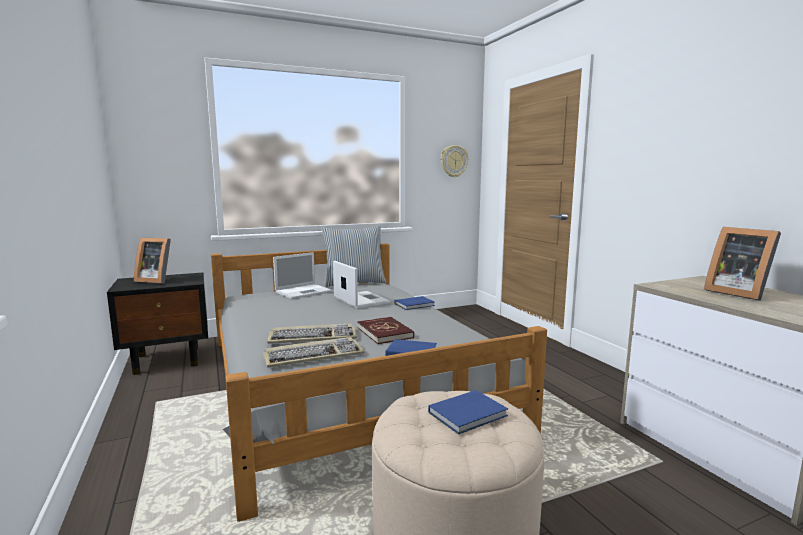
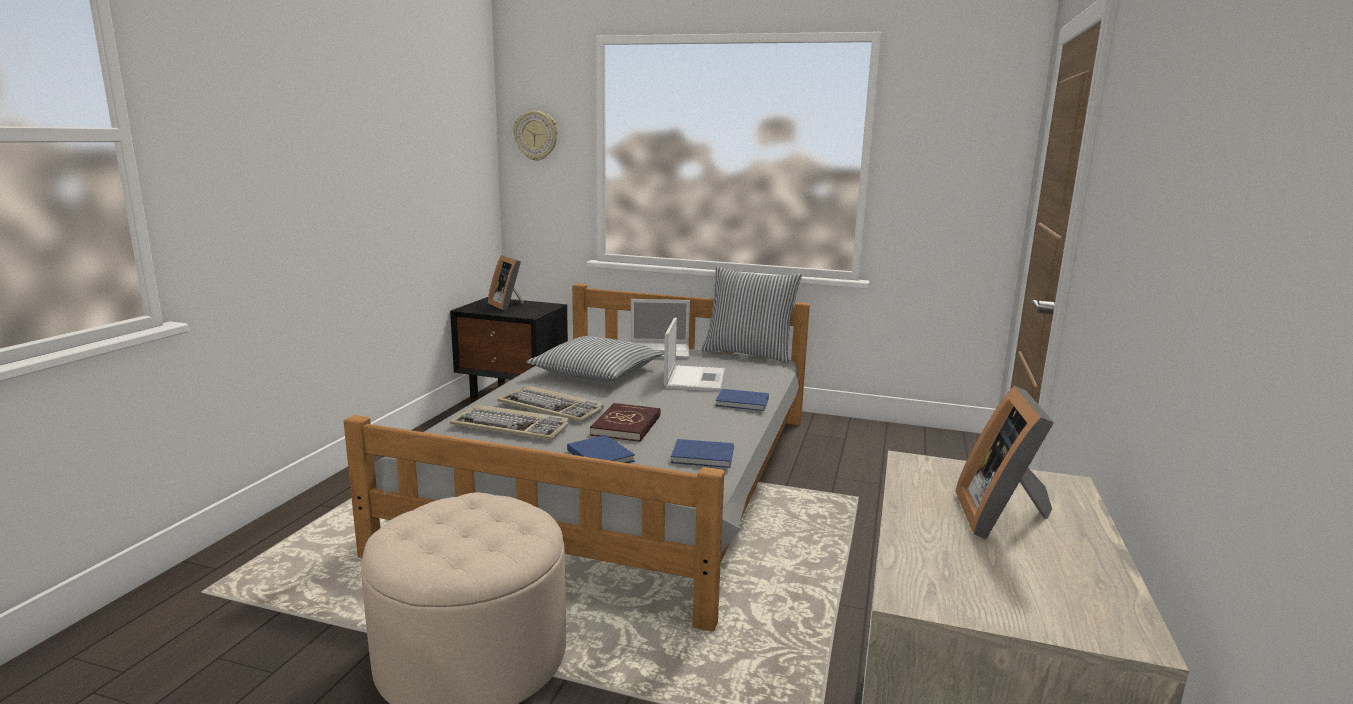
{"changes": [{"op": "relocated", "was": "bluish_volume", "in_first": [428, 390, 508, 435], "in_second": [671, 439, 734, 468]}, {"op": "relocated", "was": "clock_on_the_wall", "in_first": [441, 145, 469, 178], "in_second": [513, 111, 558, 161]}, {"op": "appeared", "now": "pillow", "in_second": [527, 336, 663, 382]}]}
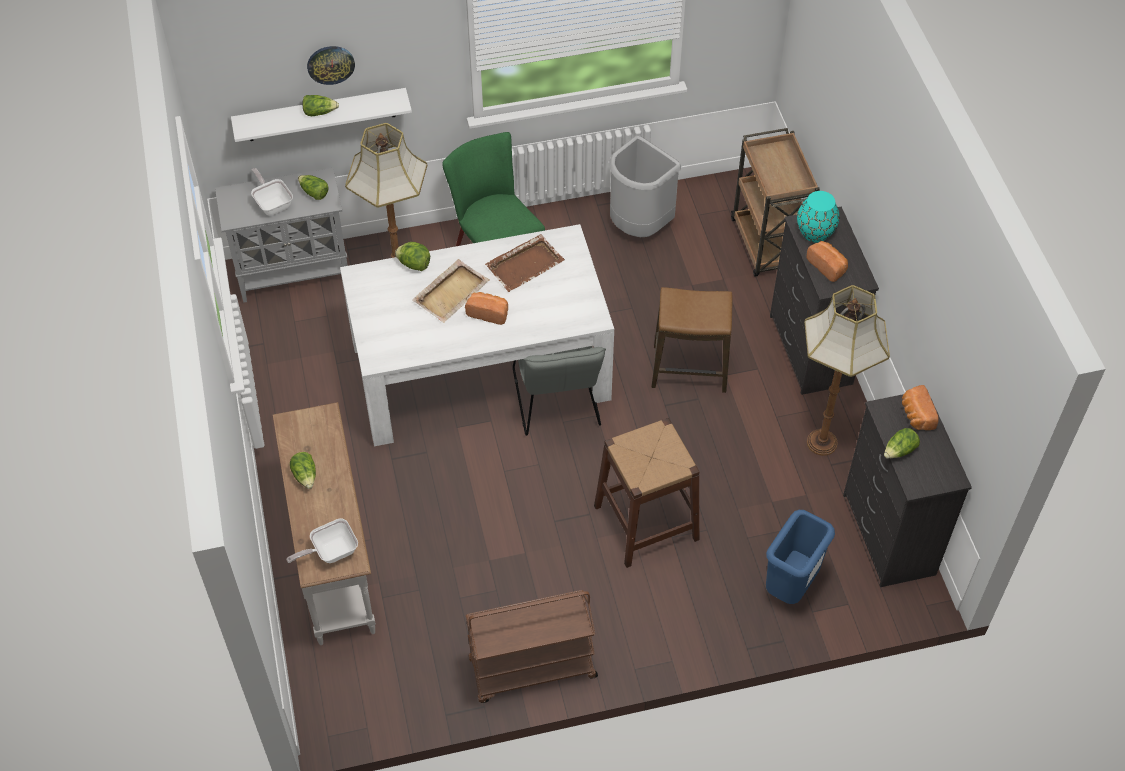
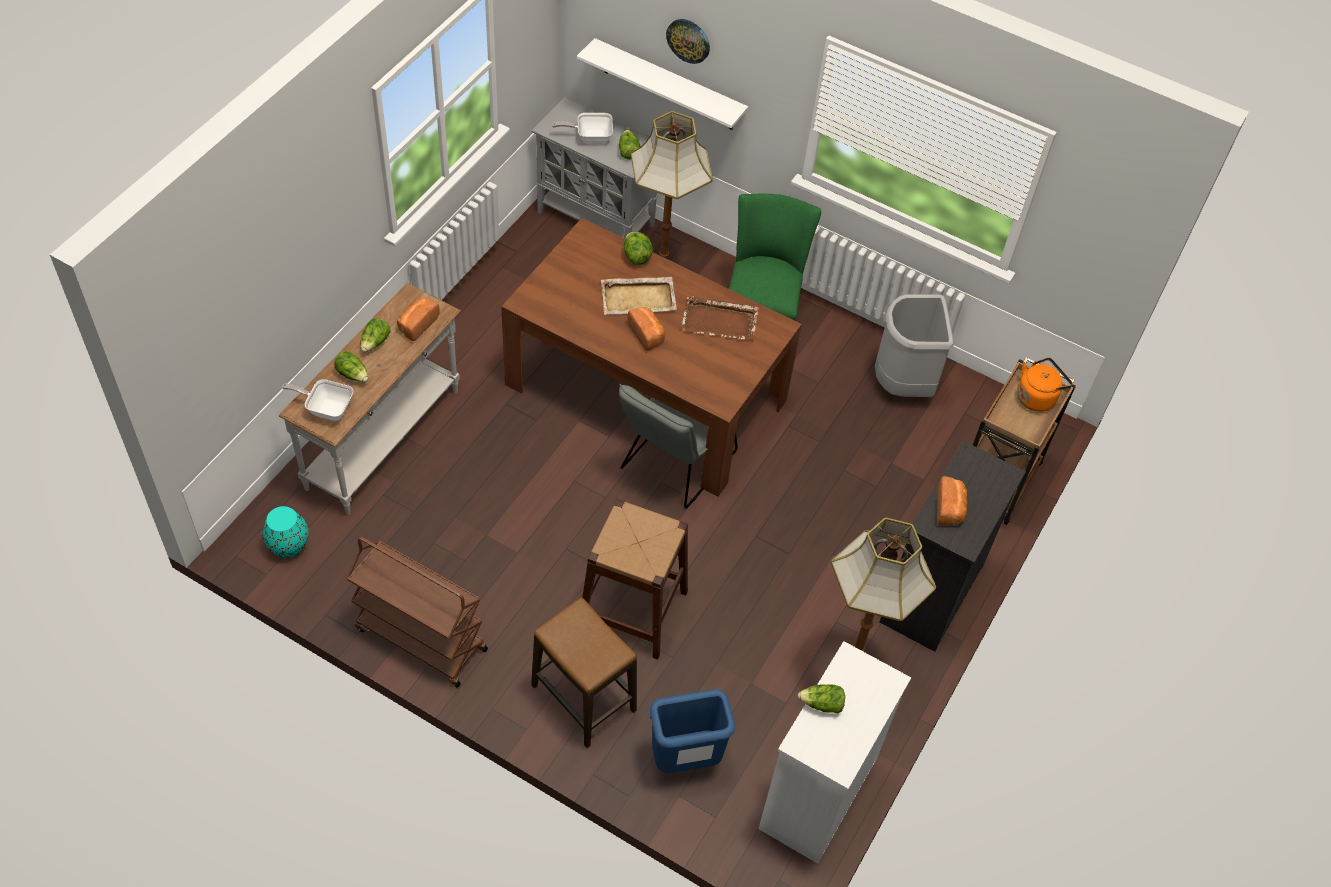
{"changes": [{"op": "spun", "was": "skillet", "in_first": [251, 168, 293, 215], "in_second": [552, 113, 613, 144], "clockwise": -105}, {"op": "relocated", "was": "lettuce", "in_first": [302, 95, 339, 116], "in_second": [334, 351, 368, 382]}, {"op": "colour", "was": "white_kitchen_table", "now": "brown-coloured_kitchen_table", "in_first": [340, 224, 614, 446], "in_second": [501, 218, 802, 497]}, {"op": "relocated", "was": "stool", "in_first": [651, 287, 733, 393], "in_second": [531, 597, 637, 748]}, {"op": "relocated", "was": "turquoise_flower_vase", "in_first": [797, 191, 839, 242], "in_second": [262, 506, 309, 558]}, {"op": "colour", "was": "black_drawer_chest", "now": "white_drawer_chest", "in_first": [843, 394, 972, 587], "in_second": [758, 641, 911, 864]}, {"op": "relocated", "was": "baked_bread", "in_first": [902, 385, 939, 430], "in_second": [397, 298, 440, 341]}, {"op": "appeared", "now": "orangey_water_kettle", "in_second": [1017, 357, 1073, 412]}]}
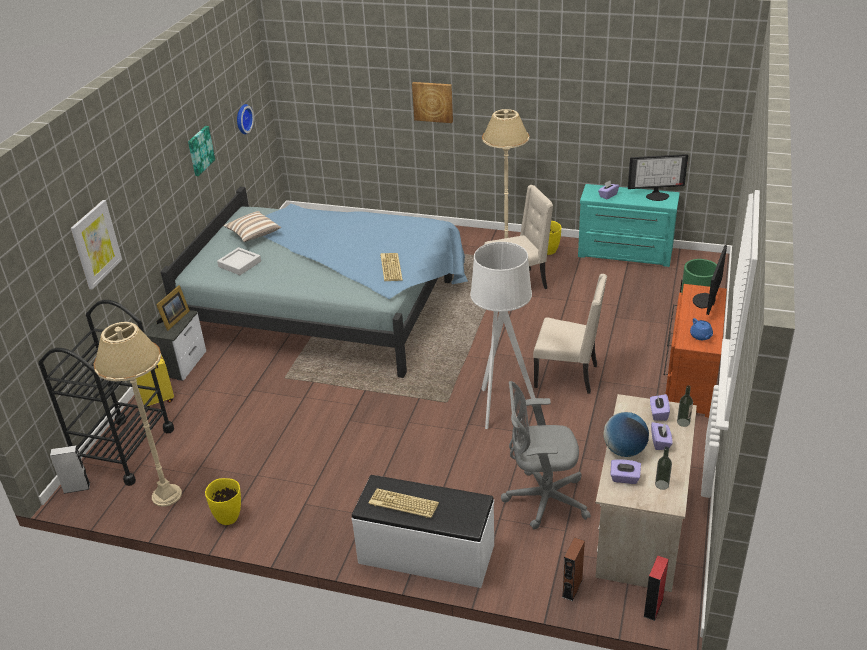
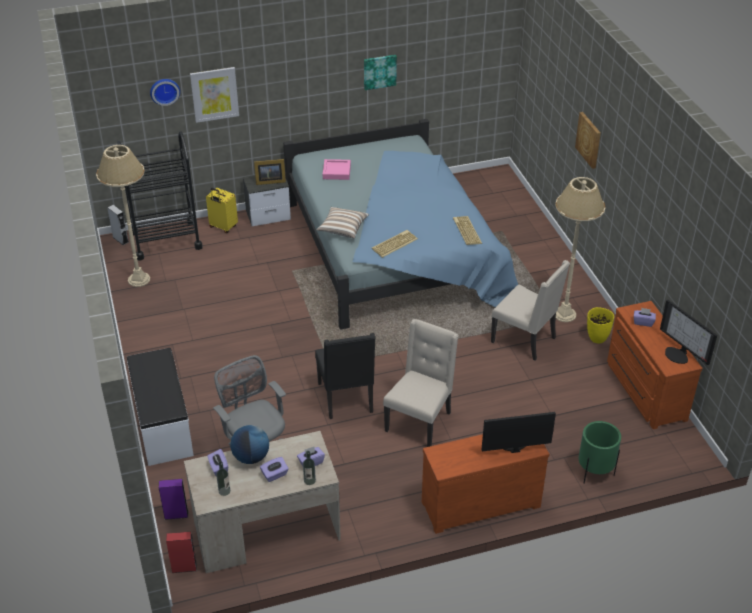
{"changes": [{"op": "missing", "was": "yellow-coloured_flower_vase", "in_first": [205, 478, 241, 525]}, {"op": "colour", "was": "greyish_carrying_tray", "now": "pinkish_carrying_tray", "in_first": [217, 247, 261, 275], "in_second": [323, 159, 351, 180]}, {"op": "relocated", "was": "pillow", "in_first": [224, 211, 281, 242], "in_second": [316, 207, 369, 239]}, {"op": "relocated", "was": "clock_on_the_wall", "in_first": [237, 104, 254, 134], "in_second": [150, 79, 180, 106]}, {"op": "relocated", "was": "computer_keyboard", "in_first": [369, 488, 439, 518], "in_second": [453, 216, 482, 245]}, {"op": "exchanged", "was": "white_standing_lamp", "now": "black_plain_chair", "in_first": [470, 242, 535, 429], "in_second": [315, 333, 376, 419]}, {"op": "spun", "was": "beige-coloured_plain_chair", "in_first": [533, 274, 607, 394], "in_second": [383, 319, 458, 447], "clockwise": -135}, {"op": "colour", "was": "brown-coloured_speaker", "now": "purple-coloured_speaker", "in_first": [562, 537, 585, 601], "in_second": [159, 479, 188, 520]}, {"op": "colour", "was": "turquoise_drawer_chest", "now": "brown-coloured_drawer_chest", "in_first": [578, 184, 680, 267], "in_second": [607, 301, 703, 429]}, {"op": "missing", "was": "bluish_tea_pot", "in_first": [690, 318, 713, 340]}]}
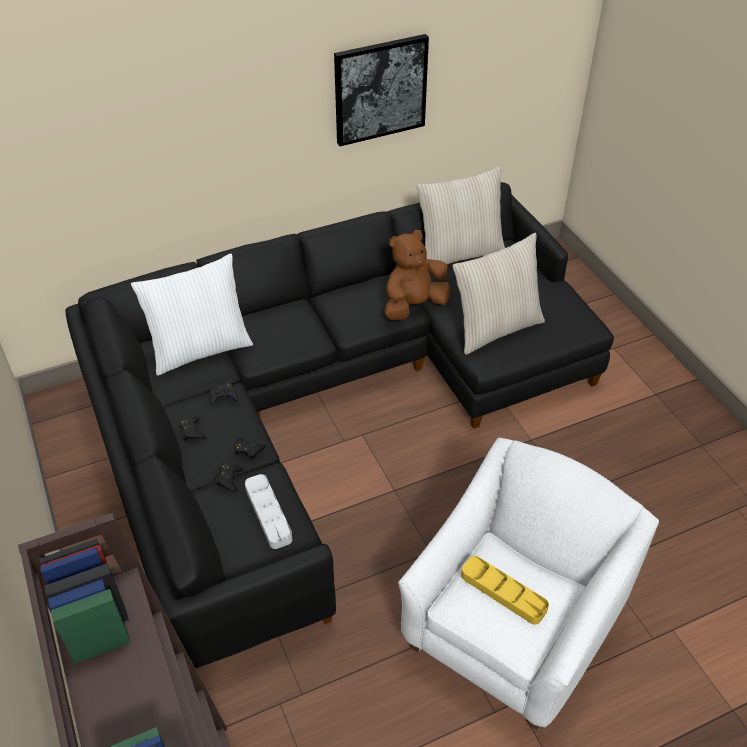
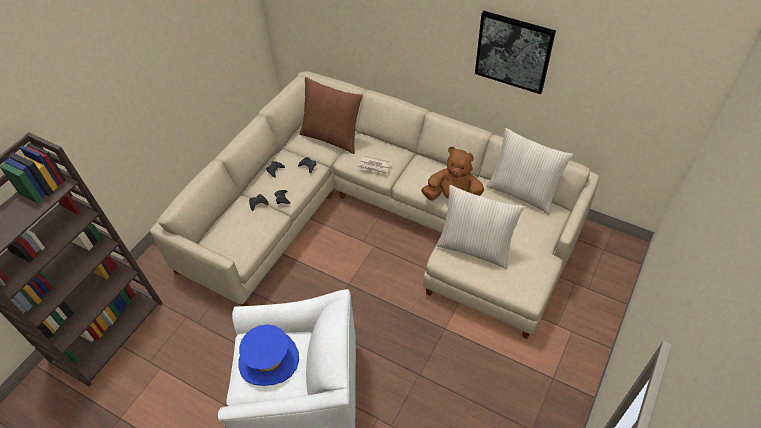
{"changes": [{"op": "colour", "was": "black_settee", "now": "beige-coloured_settee", "in_first": [65, 182, 614, 669], "in_second": [150, 72, 599, 339]}, {"op": "colour", "was": "white_pillow", "now": "brown-coloured_pillow", "in_first": [131, 254, 253, 376], "in_second": [300, 77, 363, 154]}, {"op": "missing", "was": "greyish_carrying_tray", "in_first": [245, 474, 292, 549]}, {"op": "exchanged", "was": "yellow-coloured_carrying_tray", "now": "bluish_clothing_hat", "in_first": [461, 556, 549, 625], "in_second": [238, 325, 299, 386]}, {"op": "appeared", "now": "printed_paper", "in_second": [358, 156, 392, 175]}]}
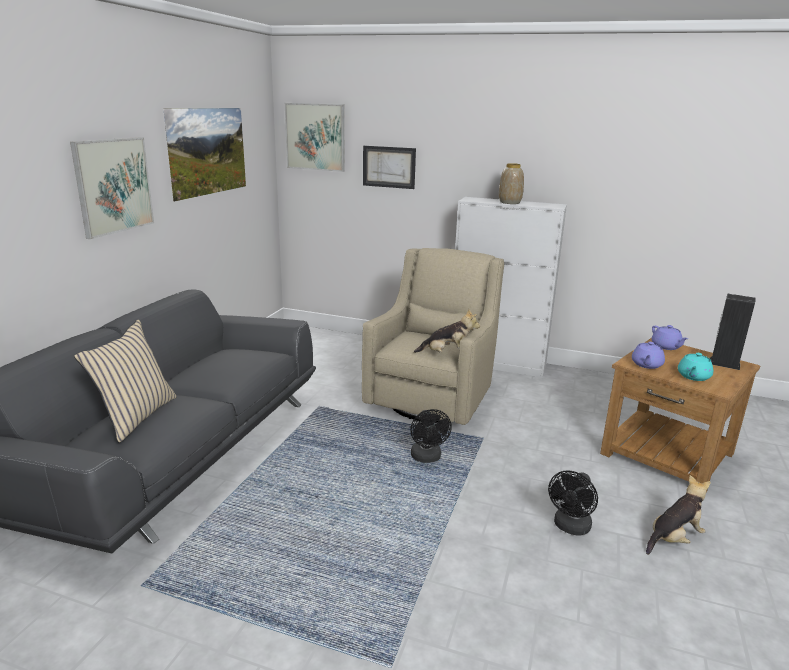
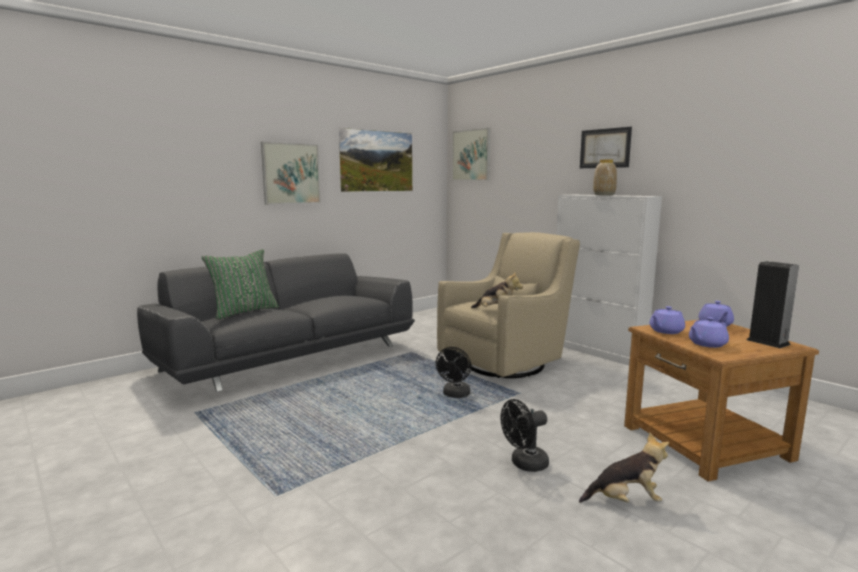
{"changes": [{"op": "colour", "was": "beige-coloured_pillow", "now": "green_pillow", "in_first": [74, 320, 177, 442], "in_second": [202, 249, 279, 319]}, {"op": "relocated", "was": "wall_picture", "in_first": [363, 146, 416, 189], "in_second": [580, 127, 632, 168]}, {"op": "colour", "was": "turquoise_tea_pot", "now": "purple-coloured_tea_pot", "in_first": [678, 353, 713, 381], "in_second": [689, 317, 729, 348]}]}
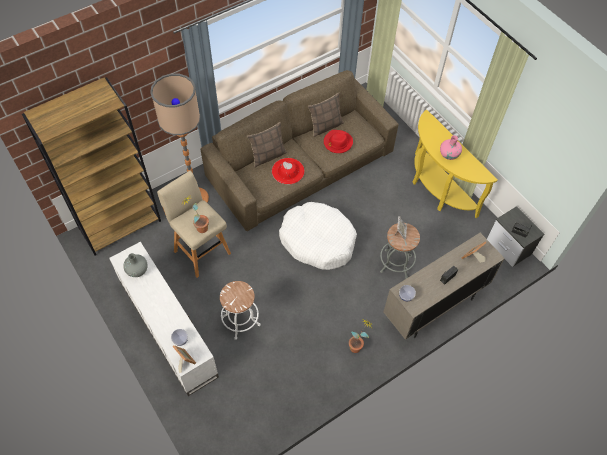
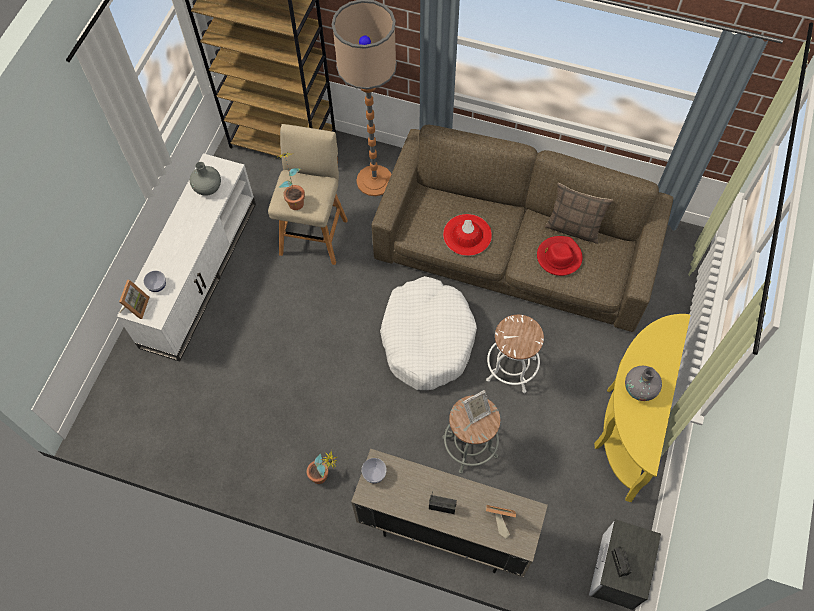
{"changes": [{"op": "relocated", "was": "white_stool", "in_first": [220, 281, 261, 340], "in_second": [486, 315, 544, 393]}, {"op": "missing", "was": "pillow", "in_first": [247, 122, 287, 167]}, {"op": "colour", "was": "pinkish_flower_vase", "now": "greyish_flower_vase", "in_first": [440, 135, 462, 160], "in_second": [625, 366, 662, 401]}]}
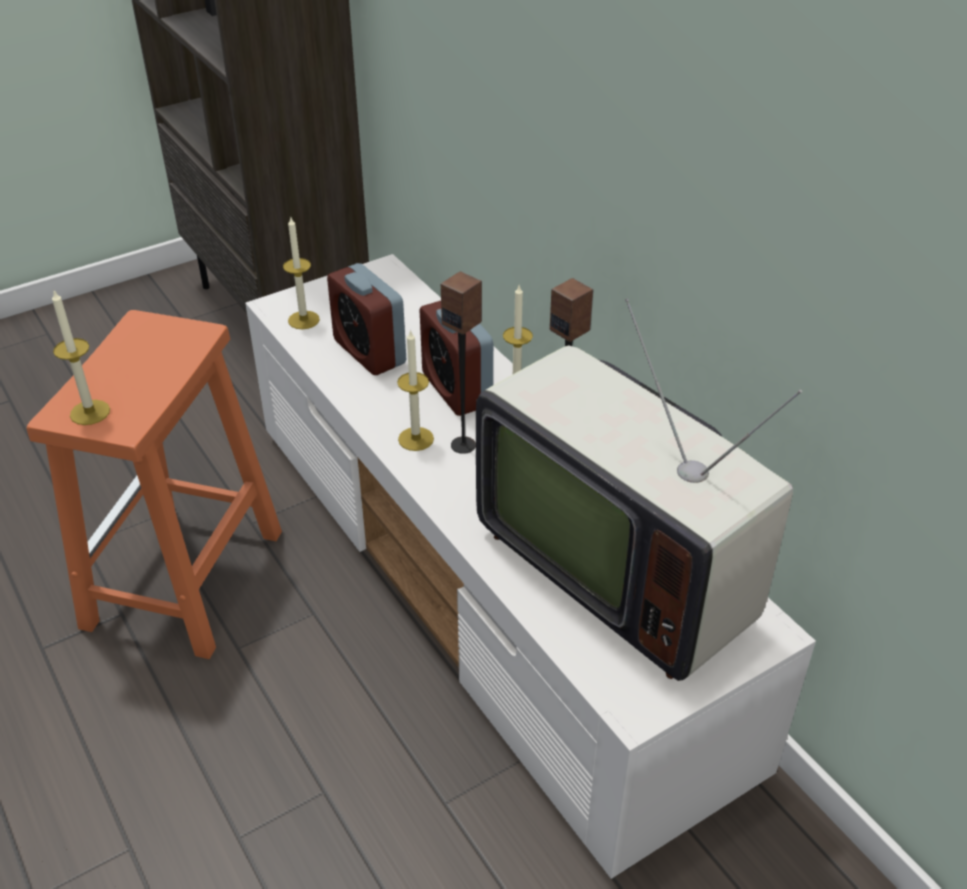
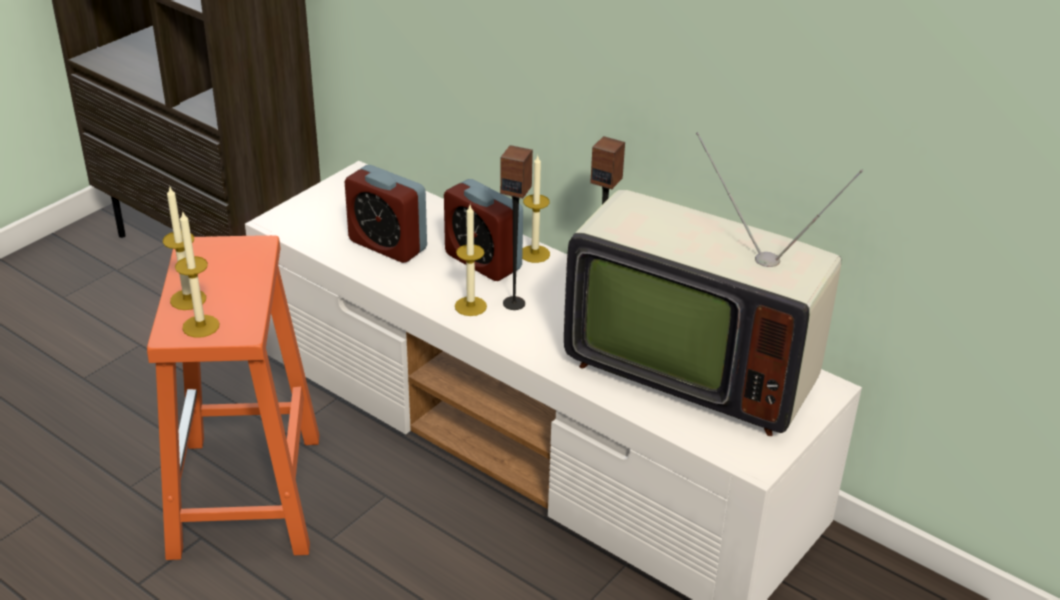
{"changes": [{"op": "relocated", "was": "candle", "in_first": [283, 217, 320, 329], "in_second": [163, 187, 206, 310]}]}
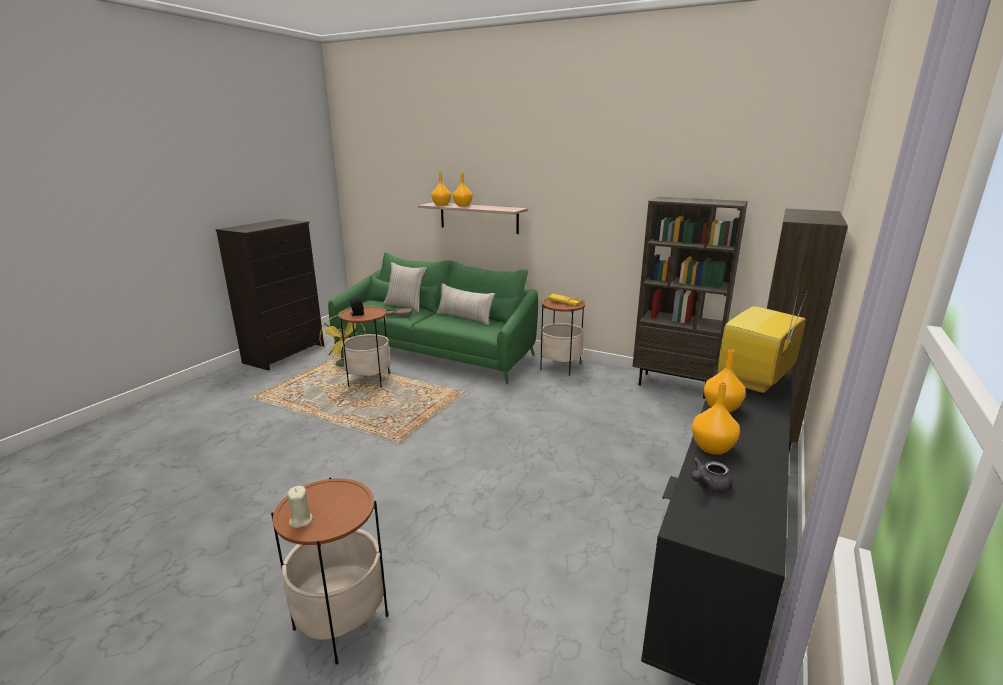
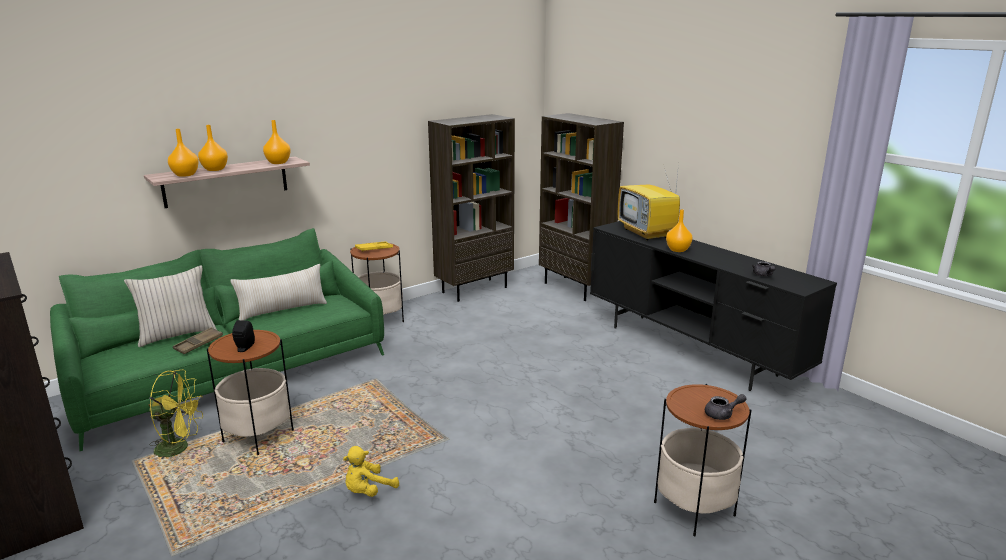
{"changes": [{"op": "exchanged", "was": "beige-coloured_candle", "now": "greyish_tea_pot", "in_first": [287, 486, 313, 528], "in_second": [705, 394, 747, 420]}, {"op": "relocated", "was": "orangey_flower_vase", "in_first": [692, 382, 740, 455], "in_second": [263, 120, 291, 164]}, {"op": "appeared", "now": "yellow-coloured_cuddly_toy", "in_second": [343, 446, 399, 497]}]}
